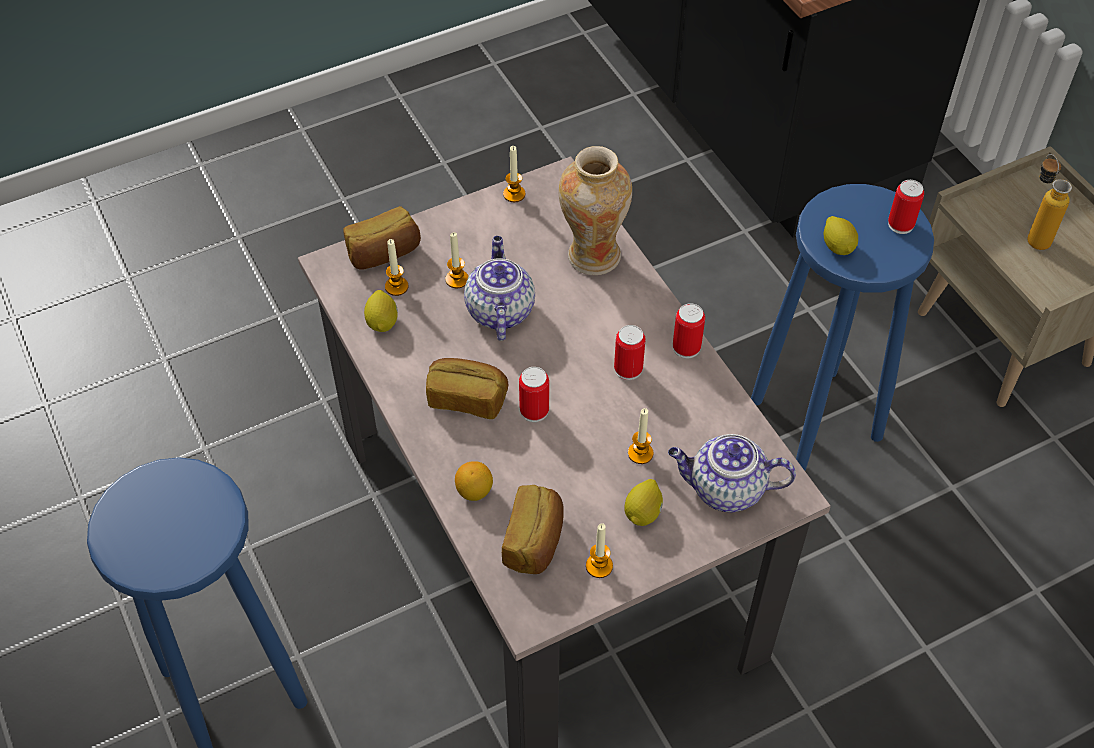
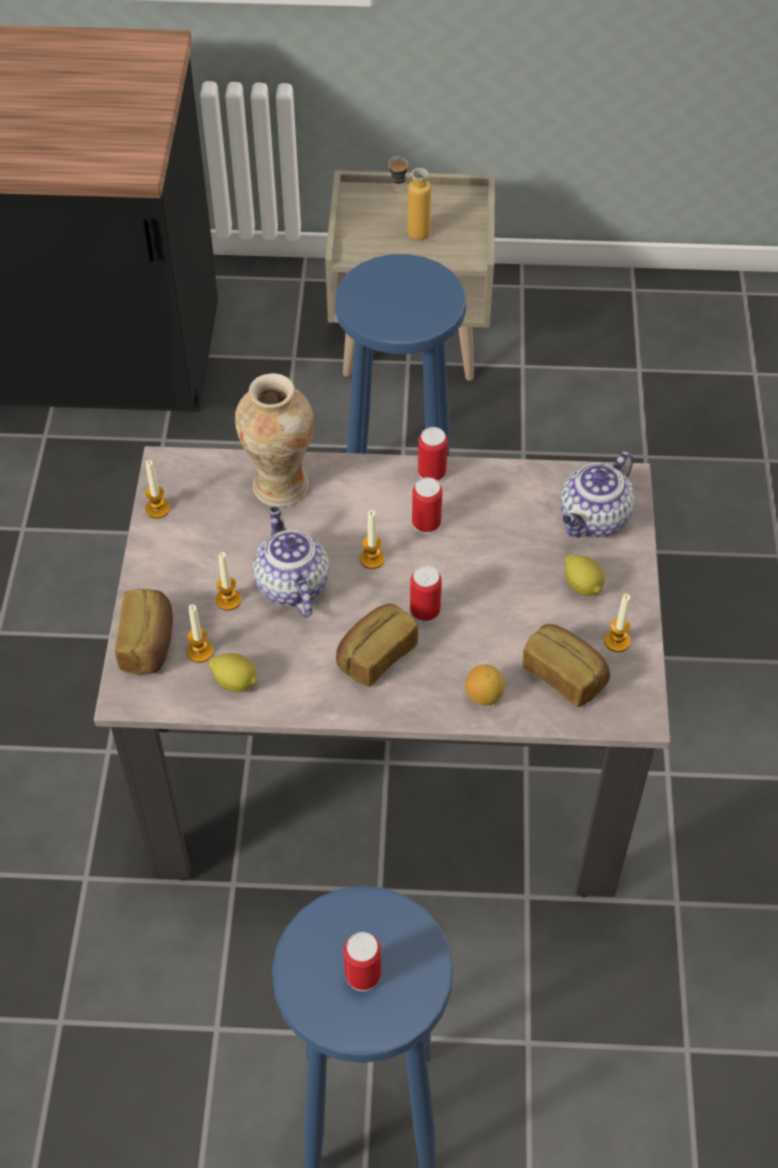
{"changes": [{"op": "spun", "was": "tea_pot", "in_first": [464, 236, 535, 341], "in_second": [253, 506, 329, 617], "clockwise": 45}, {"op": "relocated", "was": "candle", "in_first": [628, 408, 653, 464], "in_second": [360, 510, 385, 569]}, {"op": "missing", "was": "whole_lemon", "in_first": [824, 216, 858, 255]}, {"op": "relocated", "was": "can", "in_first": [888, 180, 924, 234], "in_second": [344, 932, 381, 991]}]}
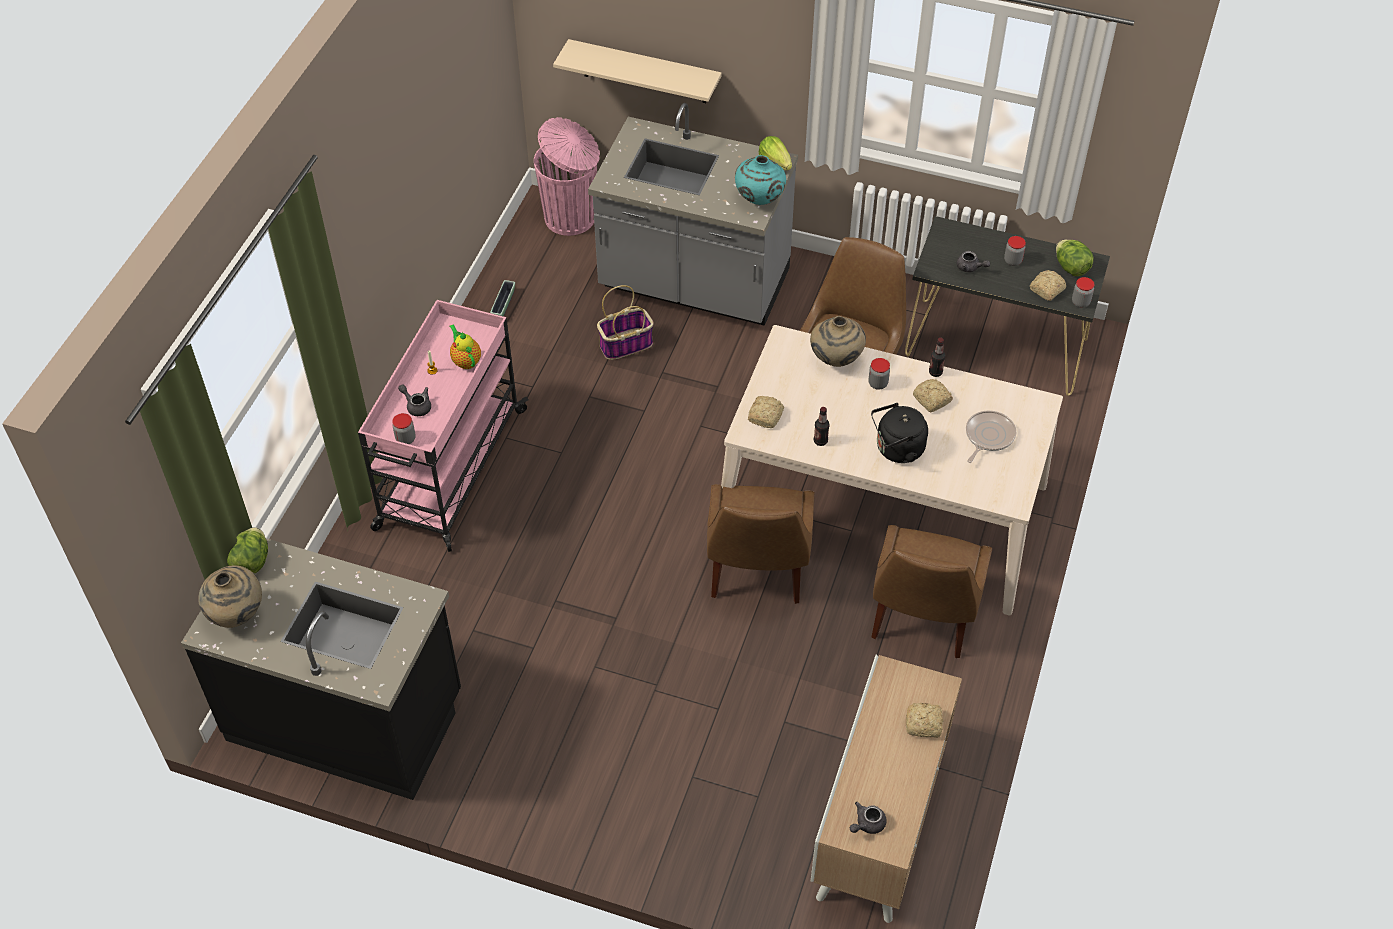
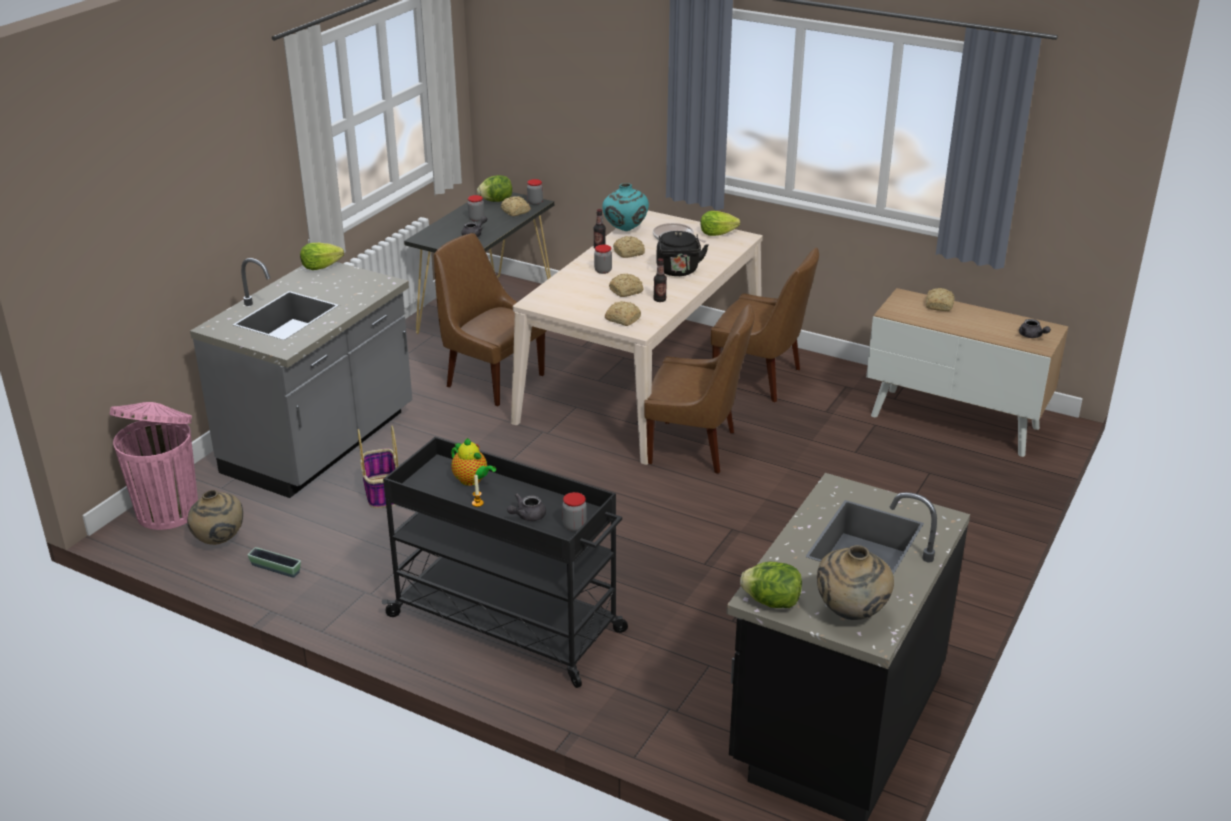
{"changes": [{"op": "colour", "was": "pinkish_trolley", "now": "black_trolley", "in_first": [358, 300, 529, 552], "in_second": [382, 437, 628, 688]}, {"op": "spun", "was": "tea_pot", "in_first": [450, 324, 481, 369], "in_second": [451, 438, 496, 486], "clockwise": -120}, {"op": "missing", "was": "beige-coloured_bracket_shelf", "in_first": [553, 39, 722, 103]}, {"op": "relocated", "was": "turquoise_flower_vase", "in_first": [735, 155, 786, 205], "in_second": [602, 183, 649, 231]}, {"op": "relocated", "was": "beige-coloured_flower_vase", "in_first": [810, 316, 866, 367], "in_second": [187, 490, 243, 545]}, {"op": "appeared", "now": "baked_bread", "in_second": [609, 274, 643, 297]}, {"op": "appeared", "now": "lettuce", "in_second": [701, 211, 740, 236]}]}
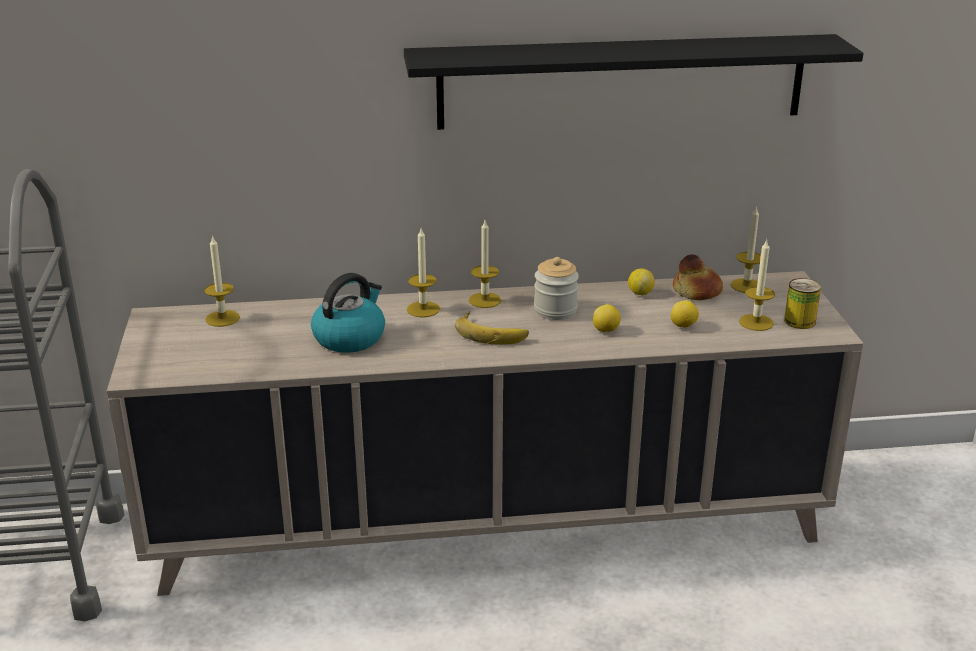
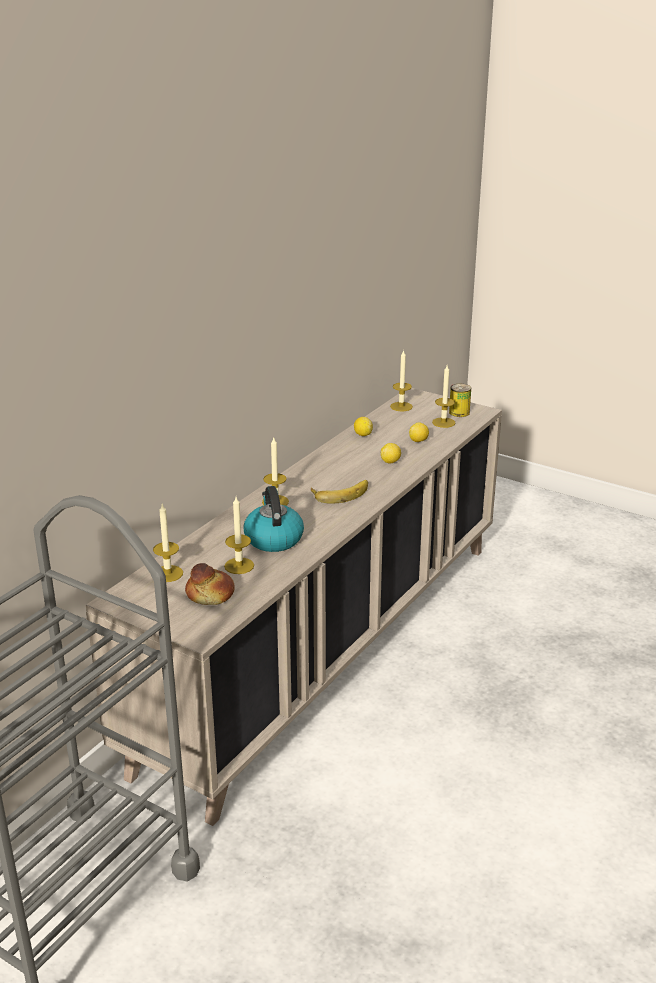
{"changes": [{"op": "missing", "was": "black_bracket_shelf", "in_first": [404, 34, 864, 130]}, {"op": "relocated", "was": "candle", "in_first": [469, 220, 502, 308], "in_second": [224, 497, 254, 574]}, {"op": "missing", "was": "storage_jar", "in_first": [534, 257, 579, 320]}, {"op": "relocated", "was": "baked_bread", "in_first": [673, 254, 723, 300], "in_second": [185, 563, 235, 605]}]}
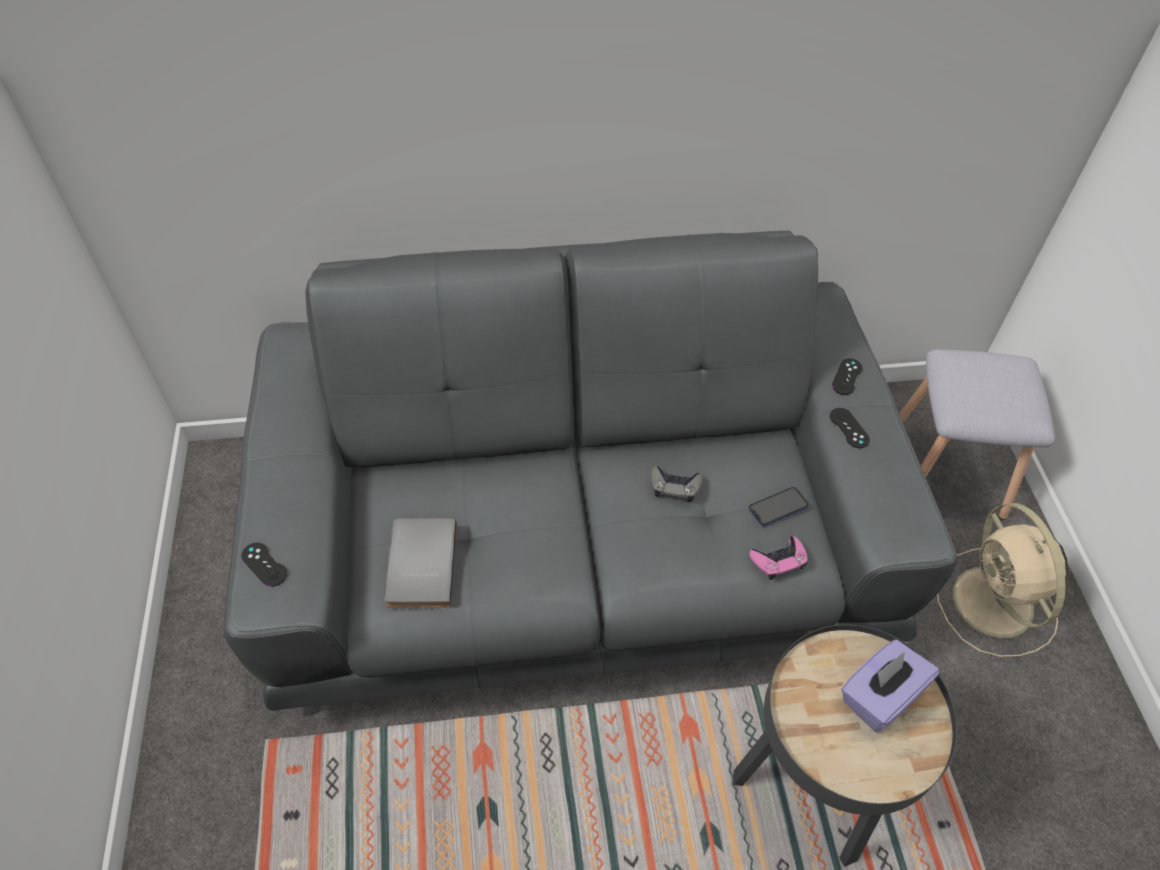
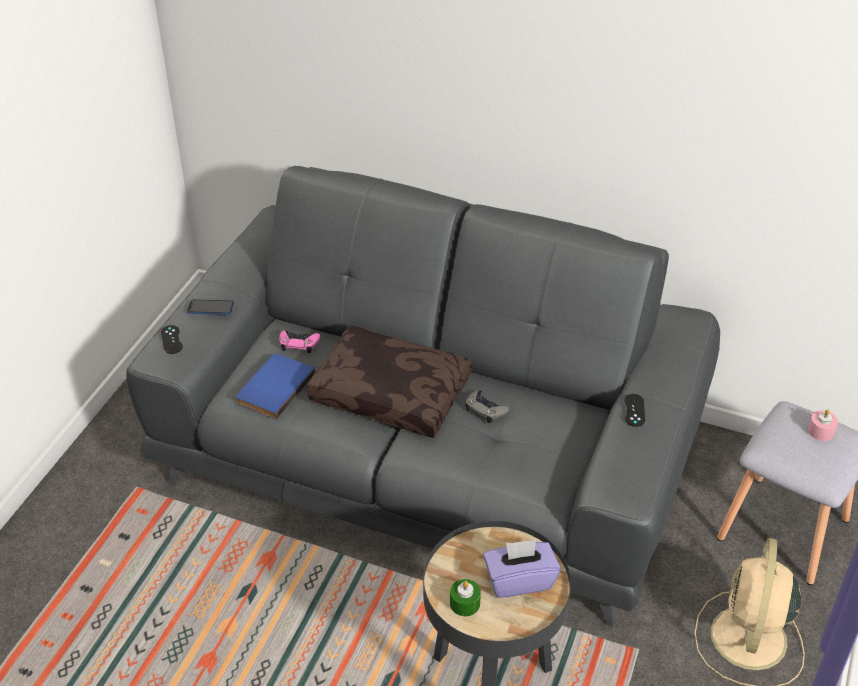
{"changes": [{"op": "colour", "was": "greyish_volume", "now": "bluish_volume", "in_first": [384, 518, 456, 608], "in_second": [236, 354, 315, 419]}, {"op": "relocated", "was": "handset", "in_first": [749, 487, 809, 526], "in_second": [187, 299, 234, 315]}, {"op": "relocated", "was": "pinkish_joypad", "in_first": [749, 536, 807, 580], "in_second": [279, 330, 320, 353]}, {"op": "missing", "was": "black_joypad", "in_first": [832, 358, 862, 395]}, {"op": "appeared", "now": "brown-coloured_pillow", "in_second": [306, 325, 472, 438]}, {"op": "appeared", "now": "green_candle", "in_second": [450, 579, 481, 616]}, {"op": "appeared", "now": "pinkish_candle", "in_second": [808, 409, 838, 441]}]}
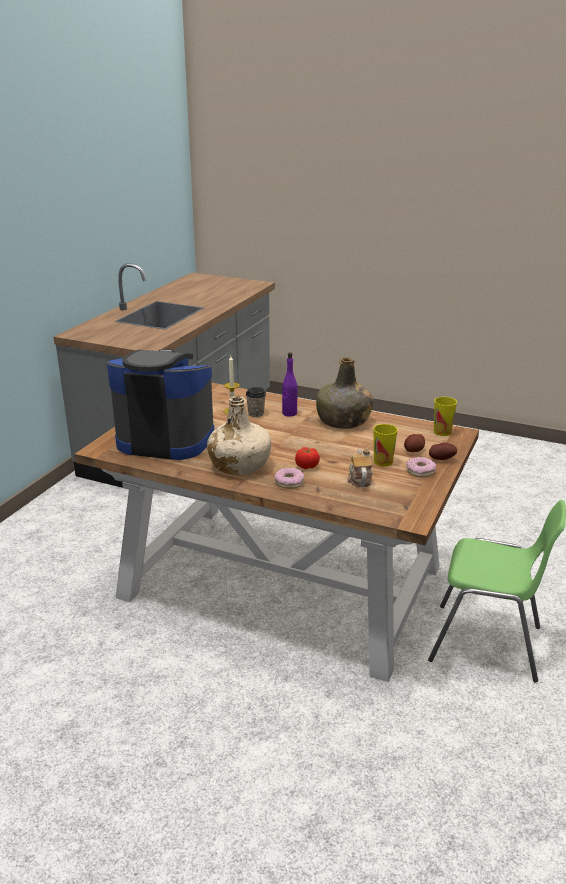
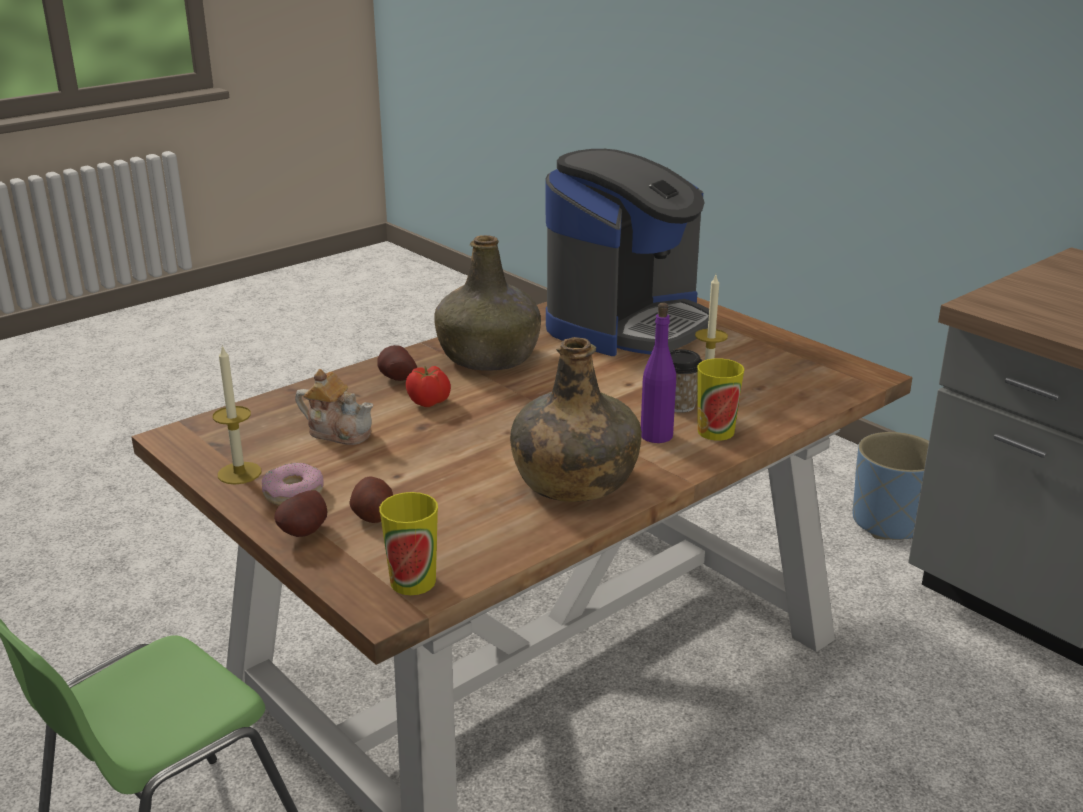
{"changes": [{"op": "colour", "was": "beige-coloured_beverage_bottle", "now": "green_beverage_bottle", "in_first": [207, 396, 271, 475], "in_second": [434, 235, 541, 371]}, {"op": "exchanged", "was": "doughnut", "now": "potato", "in_first": [274, 468, 304, 489], "in_second": [377, 345, 417, 381]}, {"op": "relocated", "was": "small_cup", "in_first": [374, 424, 398, 467], "in_second": [697, 358, 744, 441]}, {"op": "appeared", "now": "candle", "in_second": [213, 345, 261, 485]}, {"op": "appeared", "now": "bluish_flower_pot", "in_second": [853, 432, 929, 540]}]}
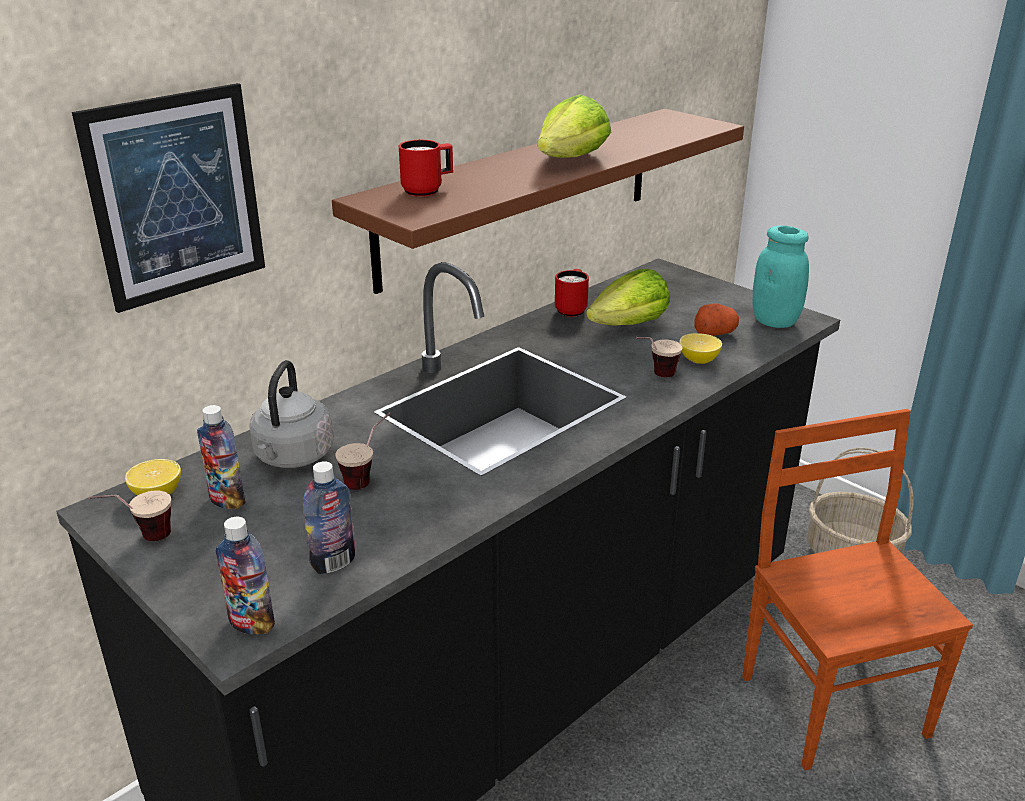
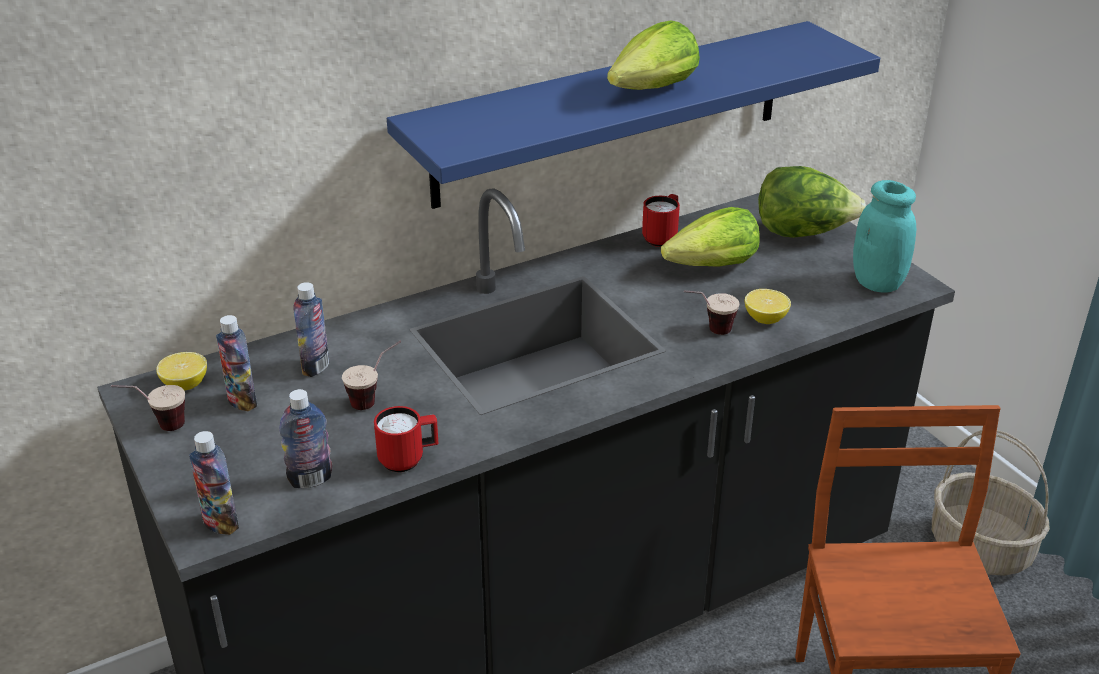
{"changes": [{"op": "missing", "was": "wall_picture", "in_first": [72, 83, 265, 313]}, {"op": "exchanged", "was": "greyish_water_kettle", "now": "beverage_bottle", "in_first": [249, 360, 334, 468], "in_second": [293, 282, 329, 377]}, {"op": "colour", "was": "brown-coloured_bracket_shelf", "now": "bluish_bracket_shelf", "in_first": [332, 109, 744, 294], "in_second": [387, 21, 880, 209]}, {"op": "relocated", "was": "reddish_coffee_mug", "in_first": [399, 140, 453, 197], "in_second": [374, 406, 439, 472]}, {"op": "missing", "was": "potato", "in_first": [694, 304, 739, 336]}, {"op": "appeared", "now": "lettuce", "in_second": [758, 166, 866, 238]}]}
